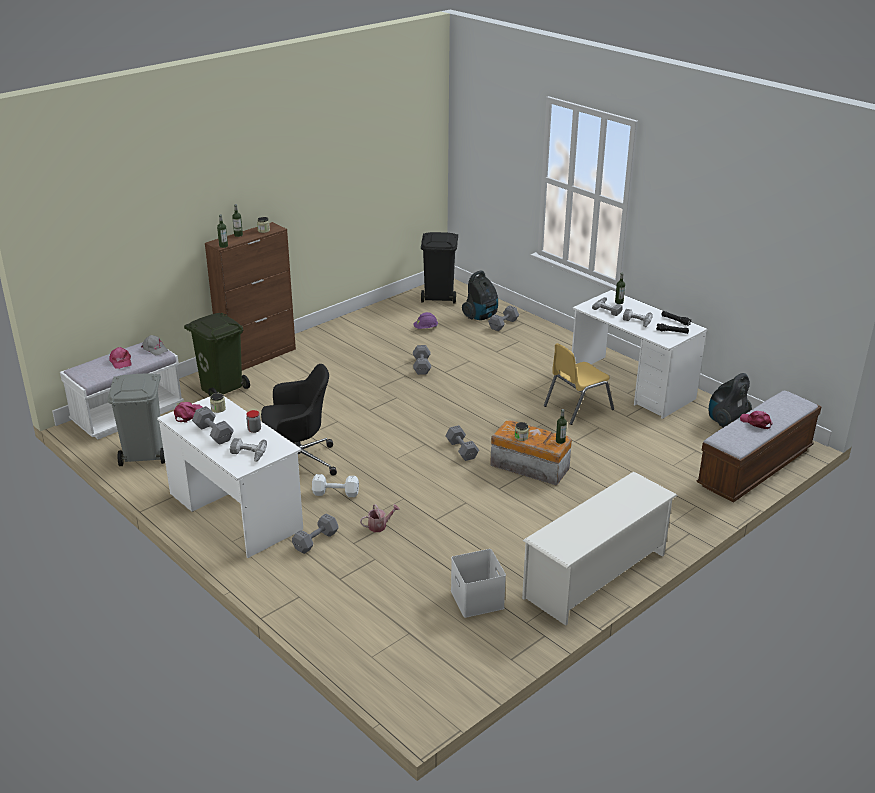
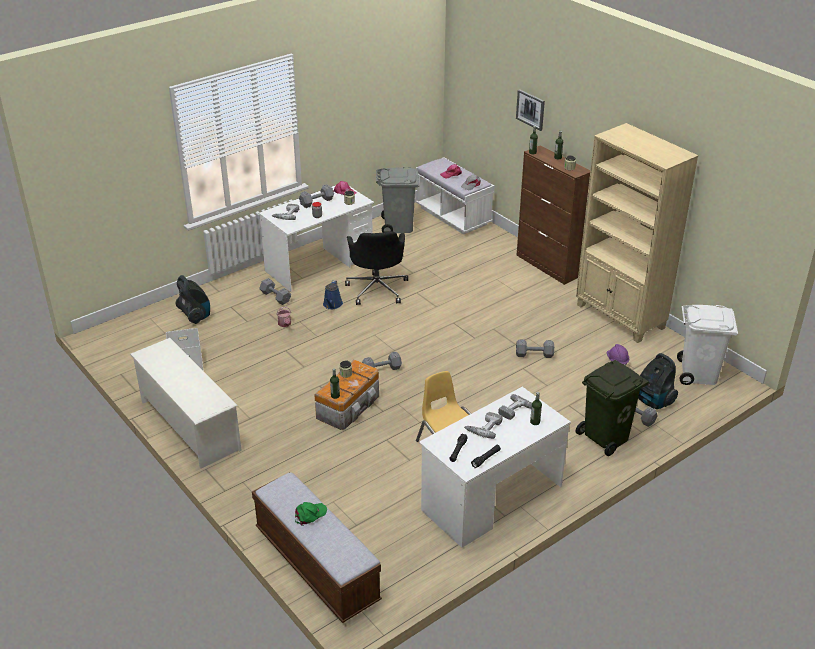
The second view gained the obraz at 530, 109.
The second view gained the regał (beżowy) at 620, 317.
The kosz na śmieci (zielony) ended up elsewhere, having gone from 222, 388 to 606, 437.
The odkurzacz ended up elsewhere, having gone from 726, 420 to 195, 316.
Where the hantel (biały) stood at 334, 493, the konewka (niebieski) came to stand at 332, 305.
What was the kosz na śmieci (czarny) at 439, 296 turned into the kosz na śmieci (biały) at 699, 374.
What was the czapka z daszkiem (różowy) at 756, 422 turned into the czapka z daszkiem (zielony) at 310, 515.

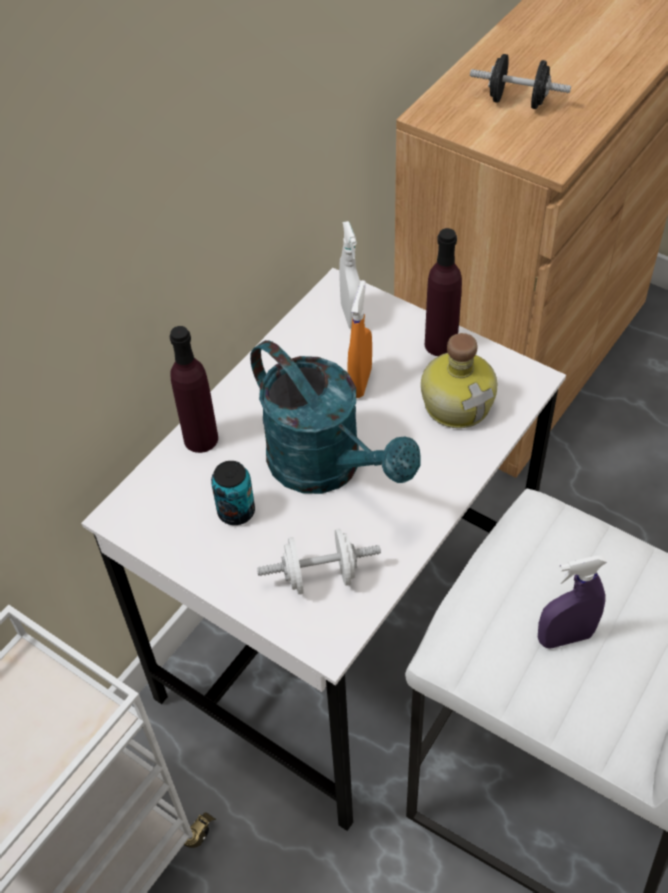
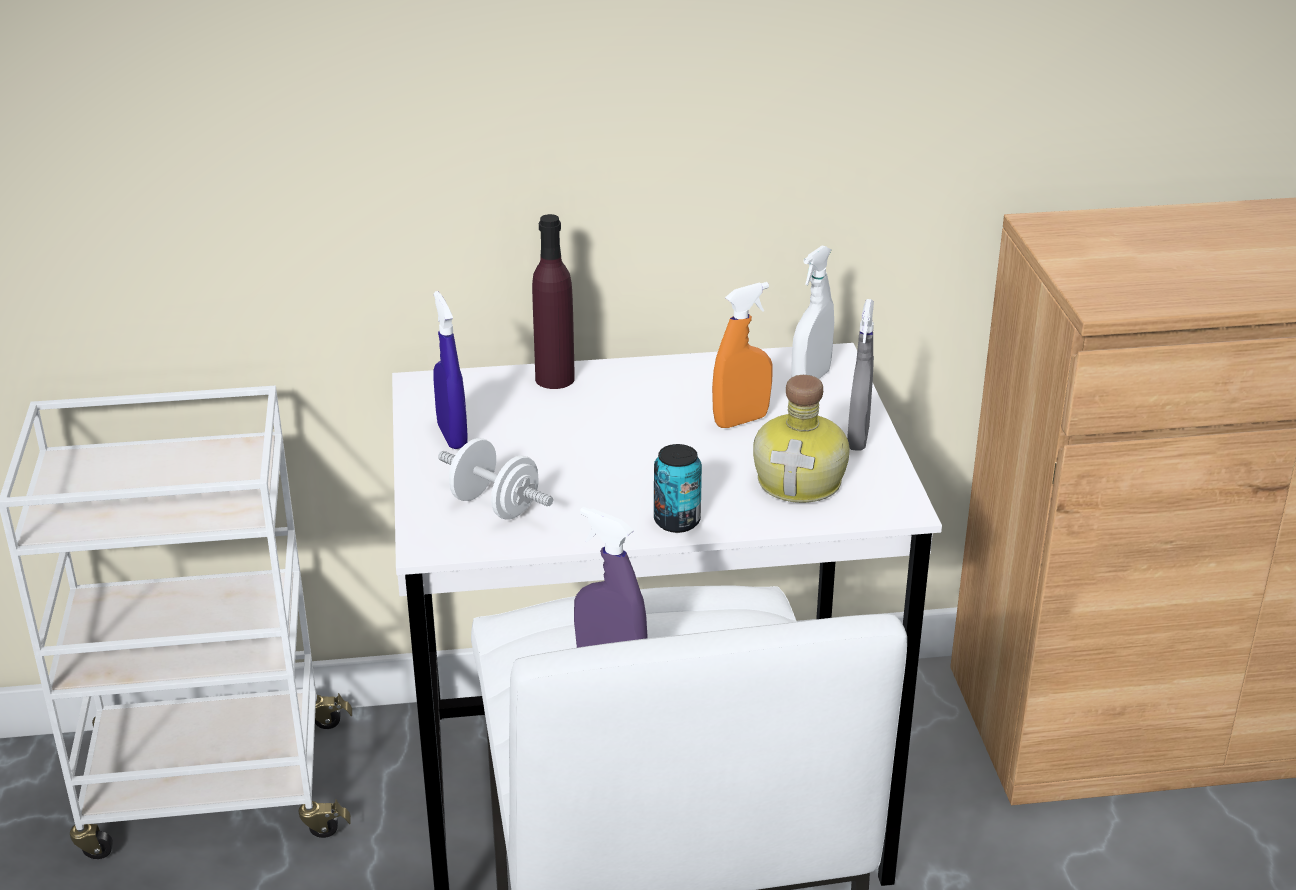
The second view lost the konewka (turkusowy) at 327, 467.
The second view lost the hantel (czarny) at 517, 101.
The second view gained the spryskiwacz (niebieski) at 452, 436.
The puszka ended up elsewhere, having gone from 236, 511 to 677, 521.
Where the butelka (fioletowy) stood at 440, 344, the spryskiwacz (szary) came to stand at 857, 439.

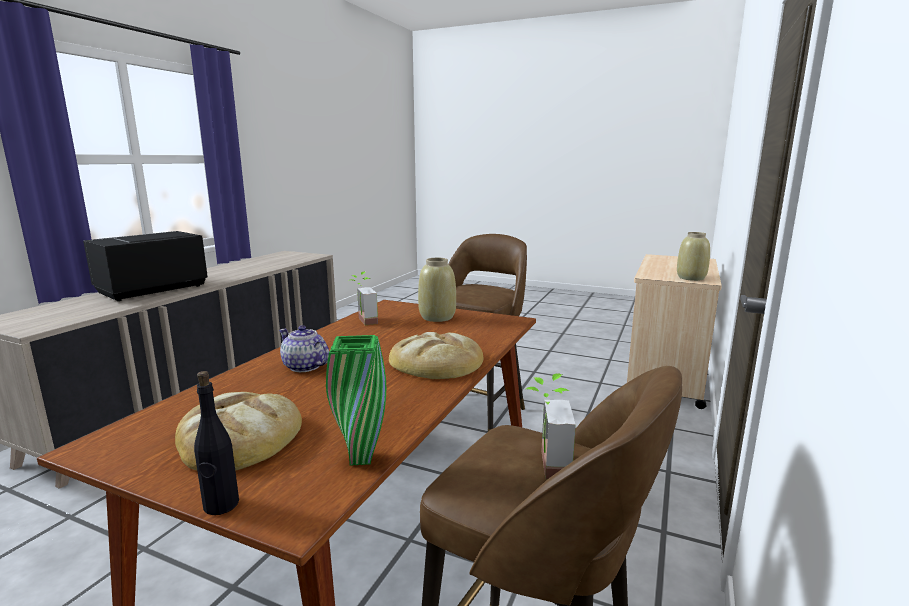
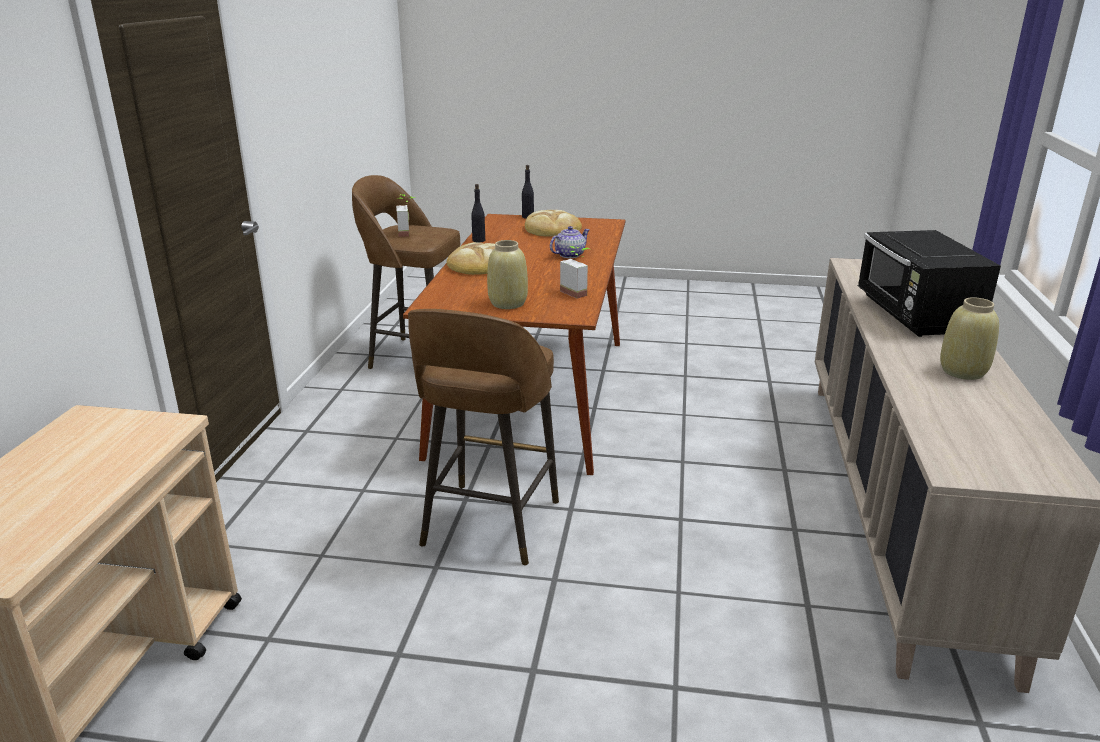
The second view lost the wazon (zielony) at 360, 459.
The second view gained the butelka (czarny) at 479, 240.
The wazon (beżowy) ended up elsewhere, having gone from 691, 278 to 962, 372.
The mikrofalówka (czarny) at 151, 290 ended up facing another way, 150 degrees clockwise from before.
The imbryk at 305, 367 ended up facing another way, 60 degrees counterclockwise from before.

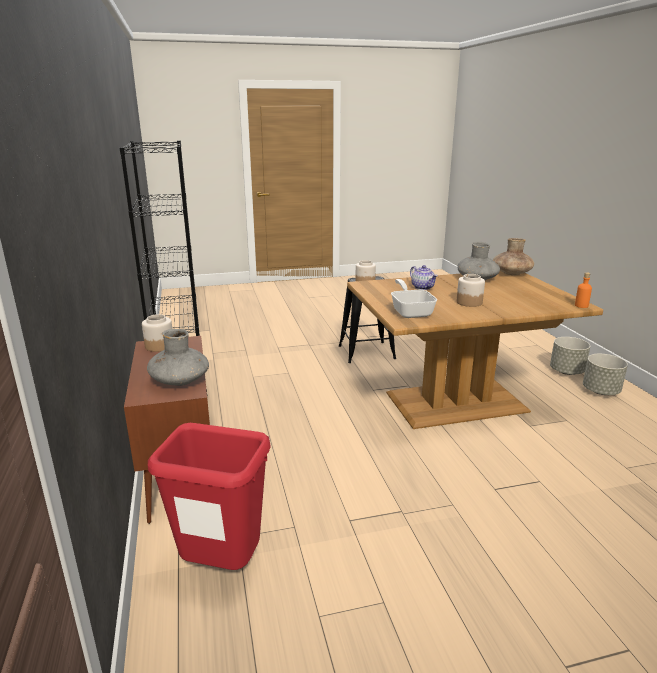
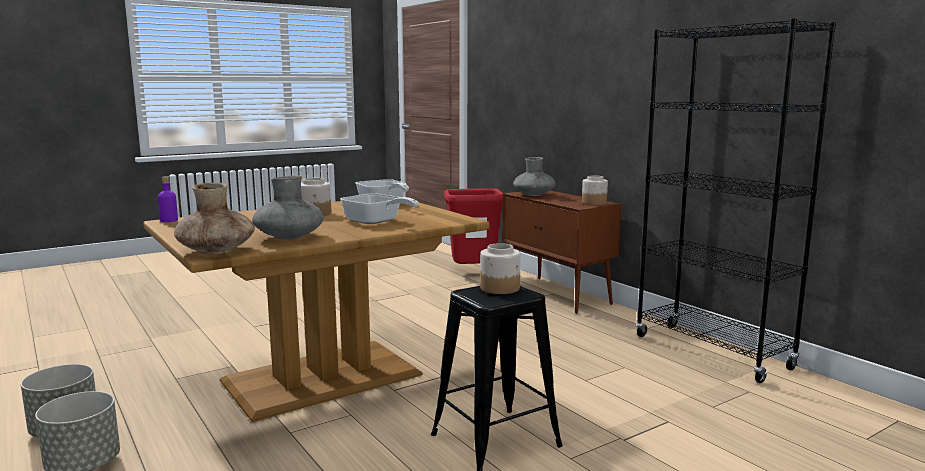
Where the imbryk stood at 423, 287, the patelnia came to stand at 376, 222.
What was the butelka (pomarańczowy) at 581, 306 turned into the butelka (fioletowy) at 169, 220.

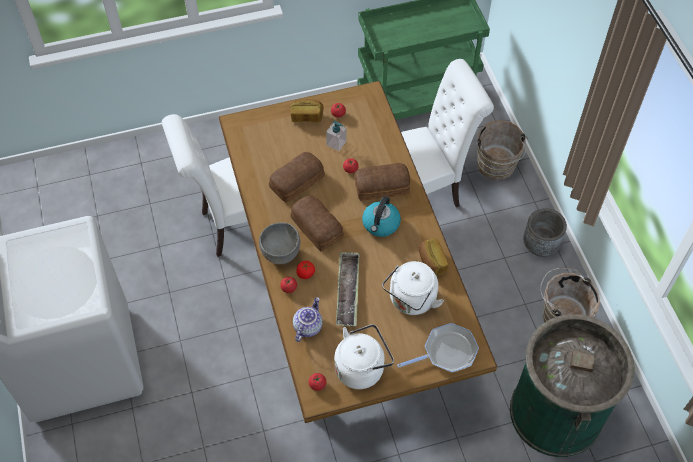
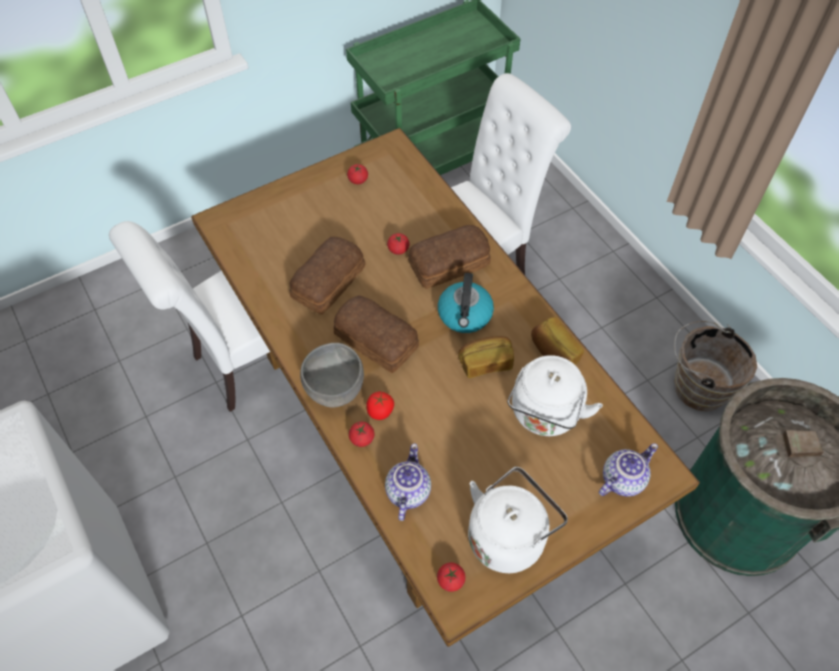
The second view lost the dozownik mydła at 336, 143.
The second view lost the taca at 348, 291.
The second view lost the wiadro (brązowy) at 496, 168.
The second view lost the donica (szary) at 540, 245.
The chleb ended up elsewhere, having gone from 306, 116 to 485, 363.
Where the patelnia stood at 447, 352, the imbryk came to stand at 622, 478.

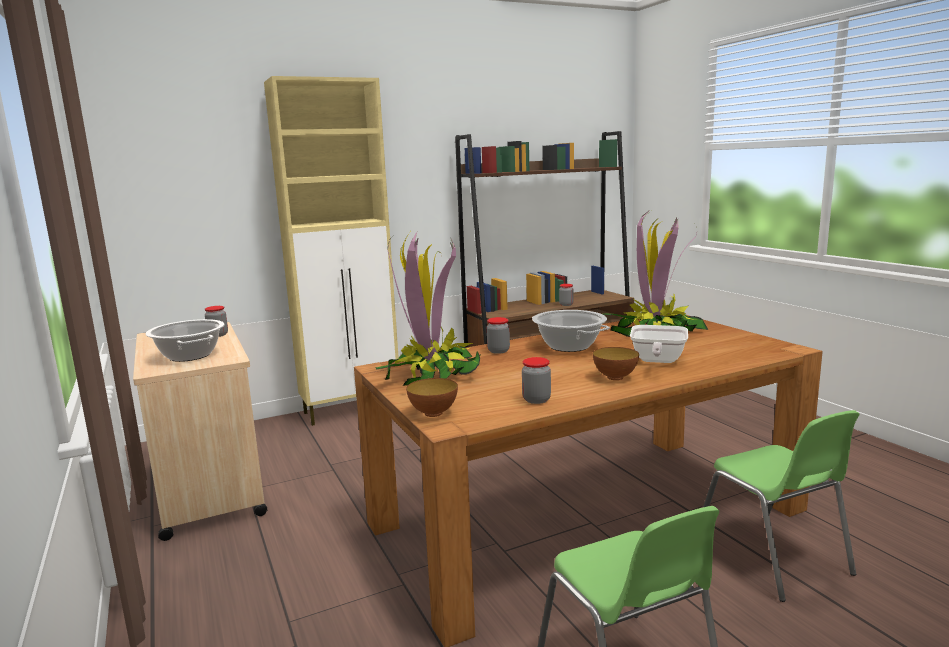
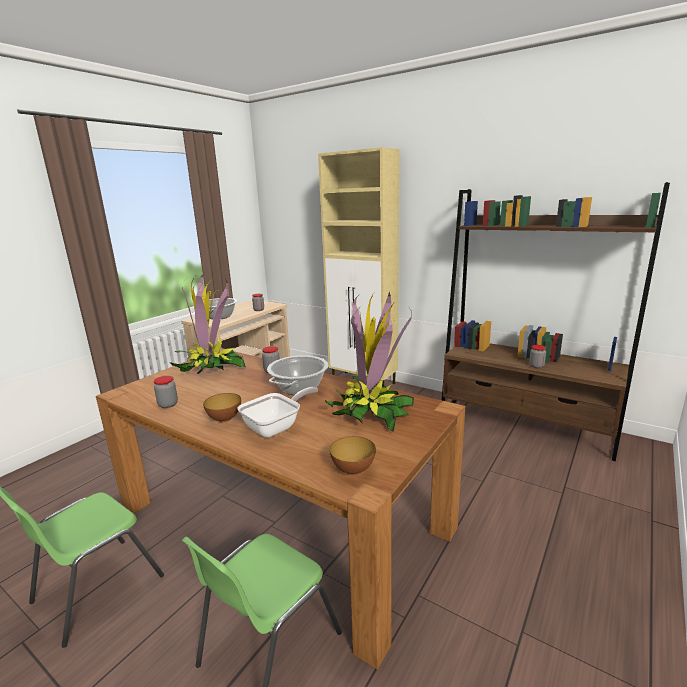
The miska ended up elsewhere, having gone from 433, 413 to 353, 470.
The patelnia at 657, 361 ended up facing another way, 150 degrees clockwise from before.

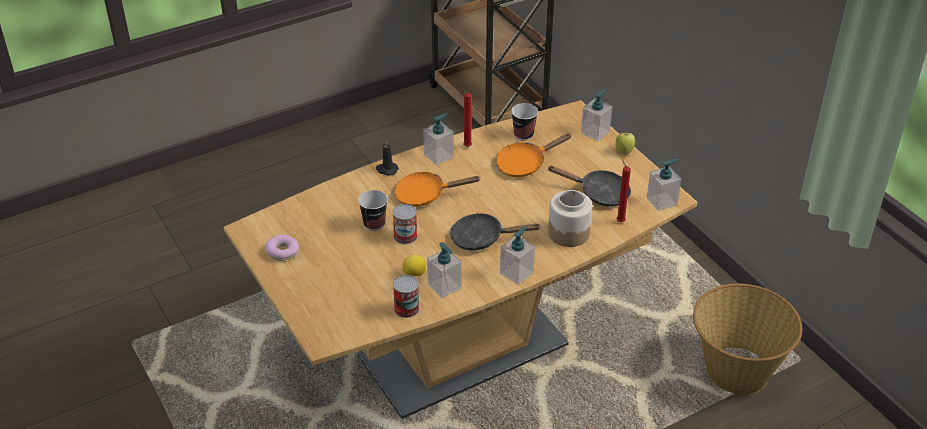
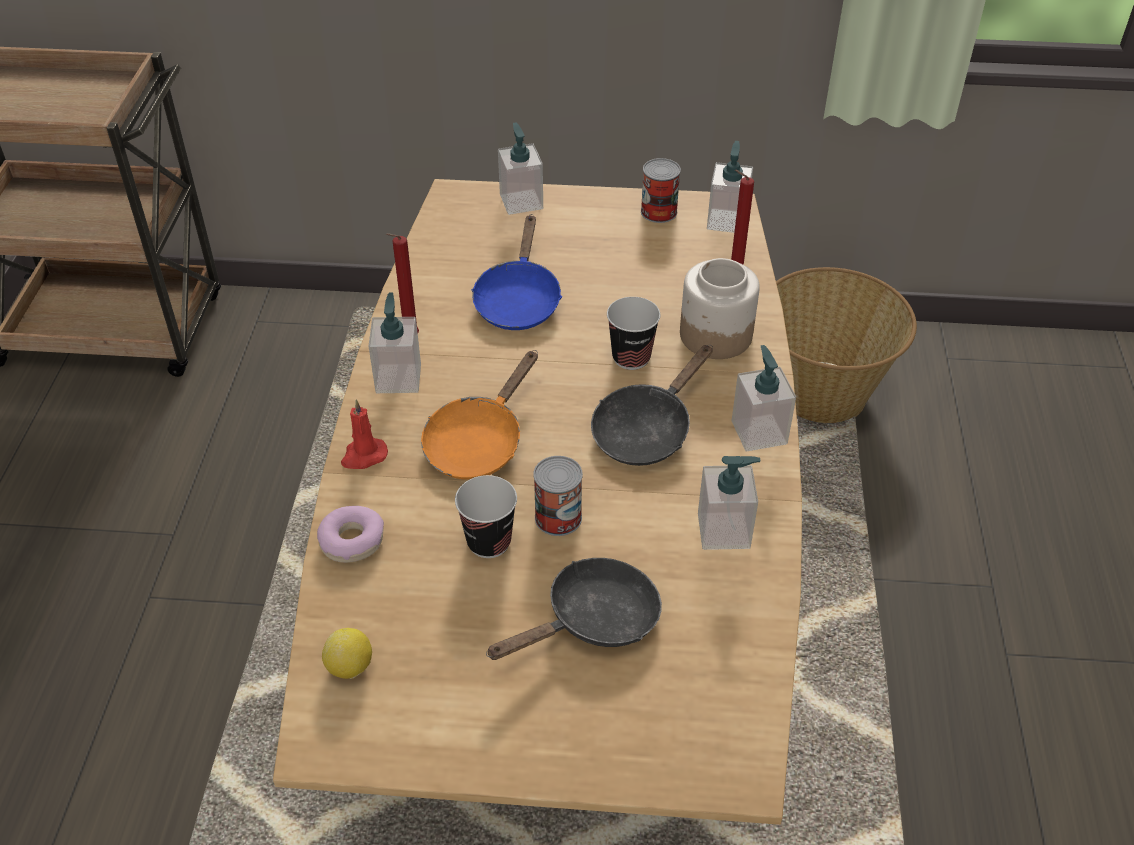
The second view lost the jabłko at 624, 151.
The donut ended up elsewhere, having gone from 282, 252 to 352, 541.
The puszka ended up elsewhere, having gone from 406, 309 to 658, 212.
The cytryna ended up elsewhere, having gone from 414, 274 to 350, 667.
The filiżanka ended up elsewhere, having gone from 523, 135 to 631, 357.
The patelnia (czarny) ended up elsewhere, having gone from 599, 193 to 593, 620.
What was the świeca (czarny) at 386, 169 turned into the świeca (czerwony) at 363, 456.
What was the patelnia (pomarańczowy) at 524, 164 turned into the patelnia (niebieski) at 518, 300.

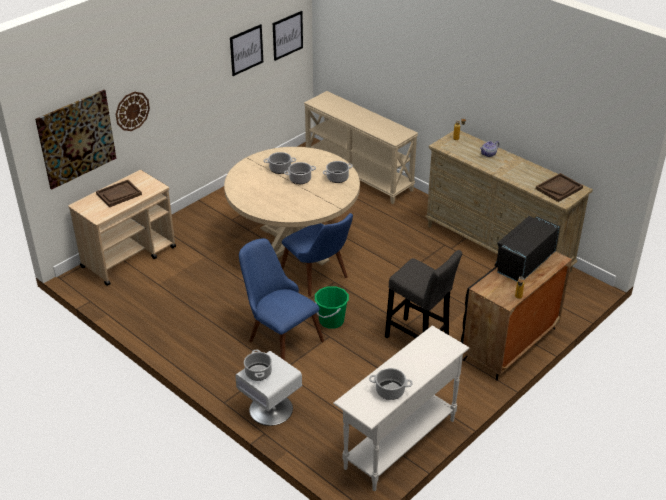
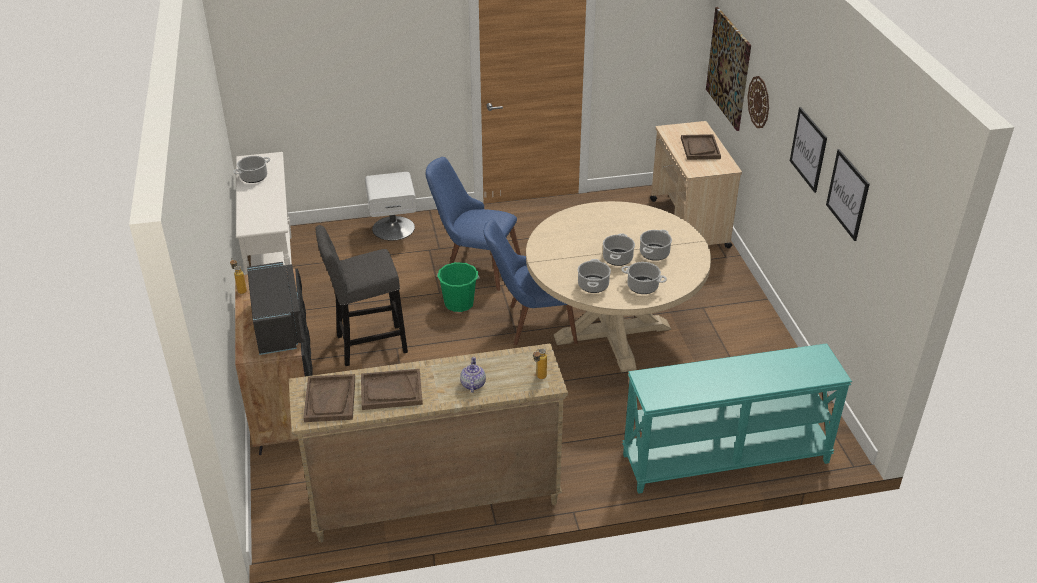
The second view gained the taca (brązowy) at 391, 391.
The garnek ended up elsewhere, having gone from 258, 372 to 643, 286.
The obraz ended up elsewhere, having gone from 287, 35 to 808, 149.
What was the stolik konsolowy (beżowy) at 359, 174 turned into the stolik konsolowy (turkusowy) at 725, 459.
The krzesło (niebieski) at 279, 337 ended up facing another way, 150 degrees counterclockwise from before.

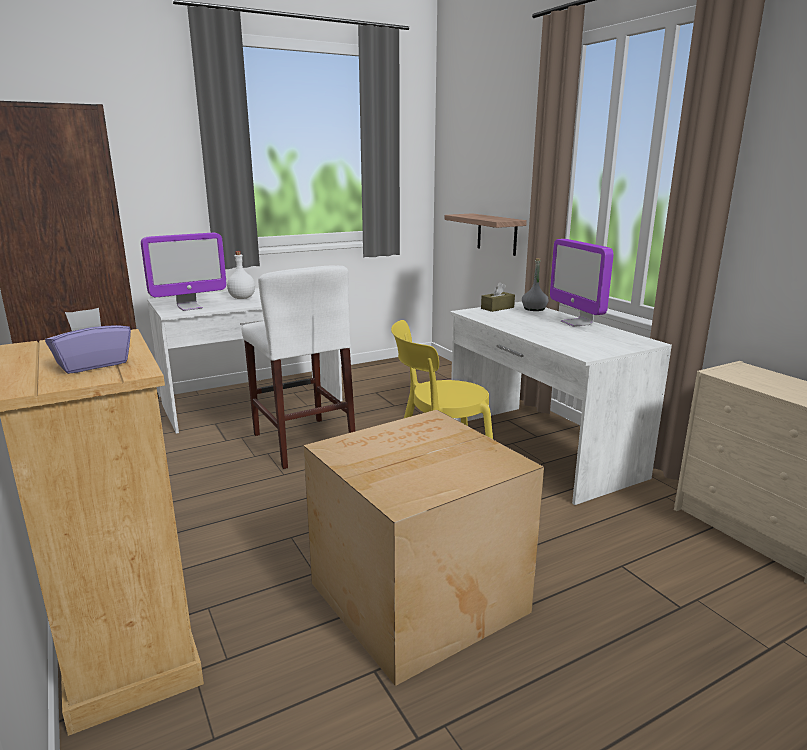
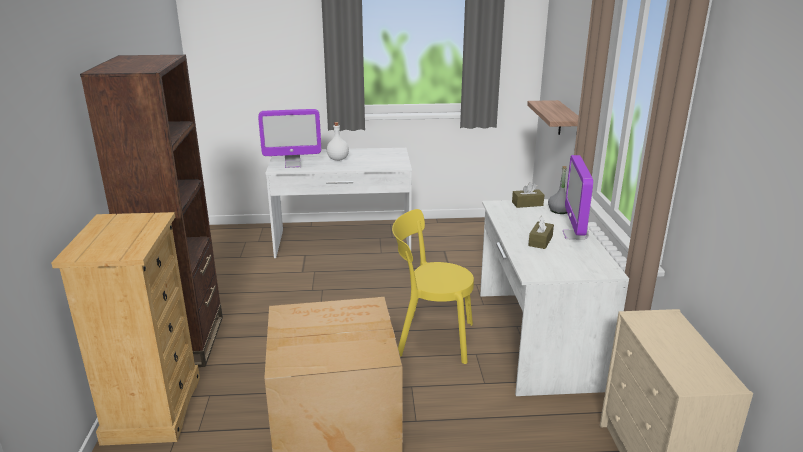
The second view lost the pudełko chusteczek (fioletowy) at 93, 364.
The second view lost the stołek (biały) at 303, 442.
The second view gained the pudełko chusteczek (brązowy) at 540, 241.

